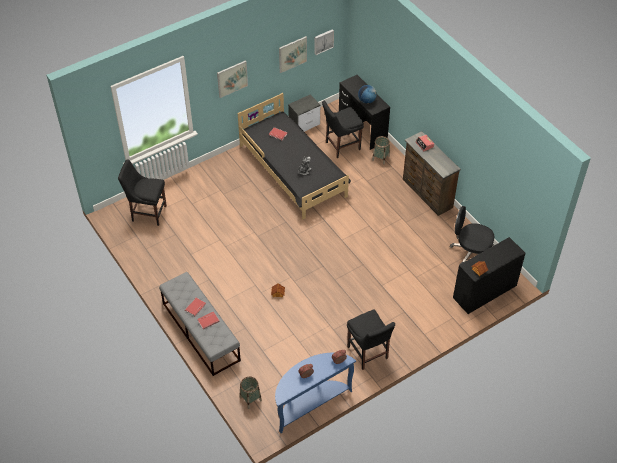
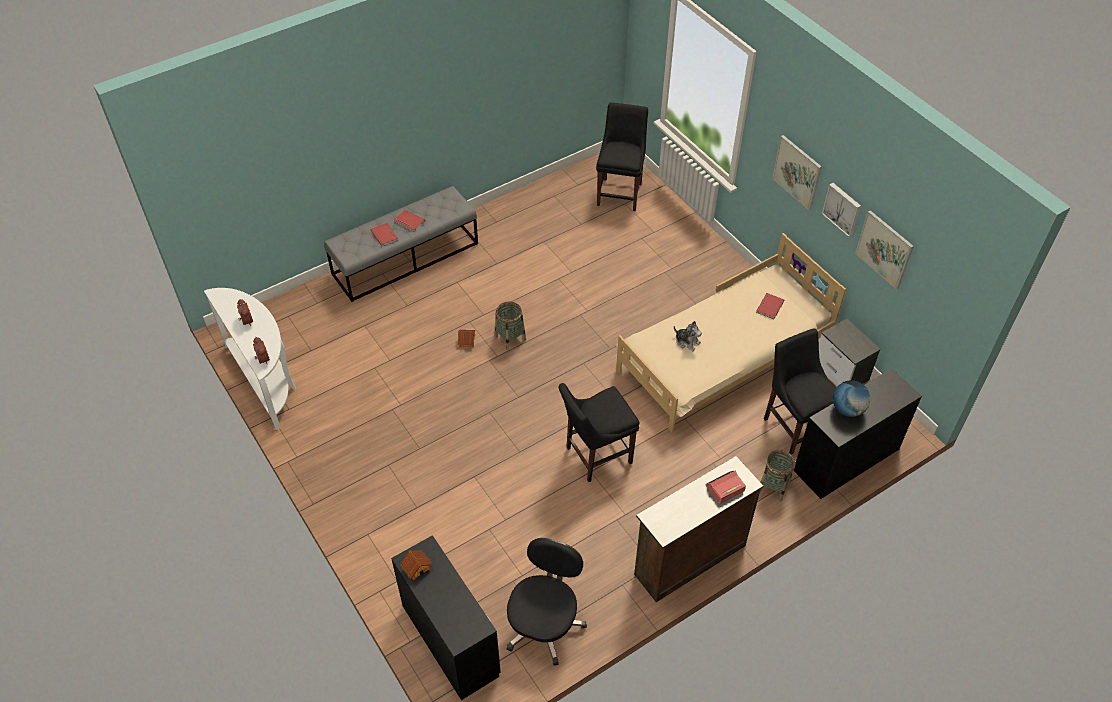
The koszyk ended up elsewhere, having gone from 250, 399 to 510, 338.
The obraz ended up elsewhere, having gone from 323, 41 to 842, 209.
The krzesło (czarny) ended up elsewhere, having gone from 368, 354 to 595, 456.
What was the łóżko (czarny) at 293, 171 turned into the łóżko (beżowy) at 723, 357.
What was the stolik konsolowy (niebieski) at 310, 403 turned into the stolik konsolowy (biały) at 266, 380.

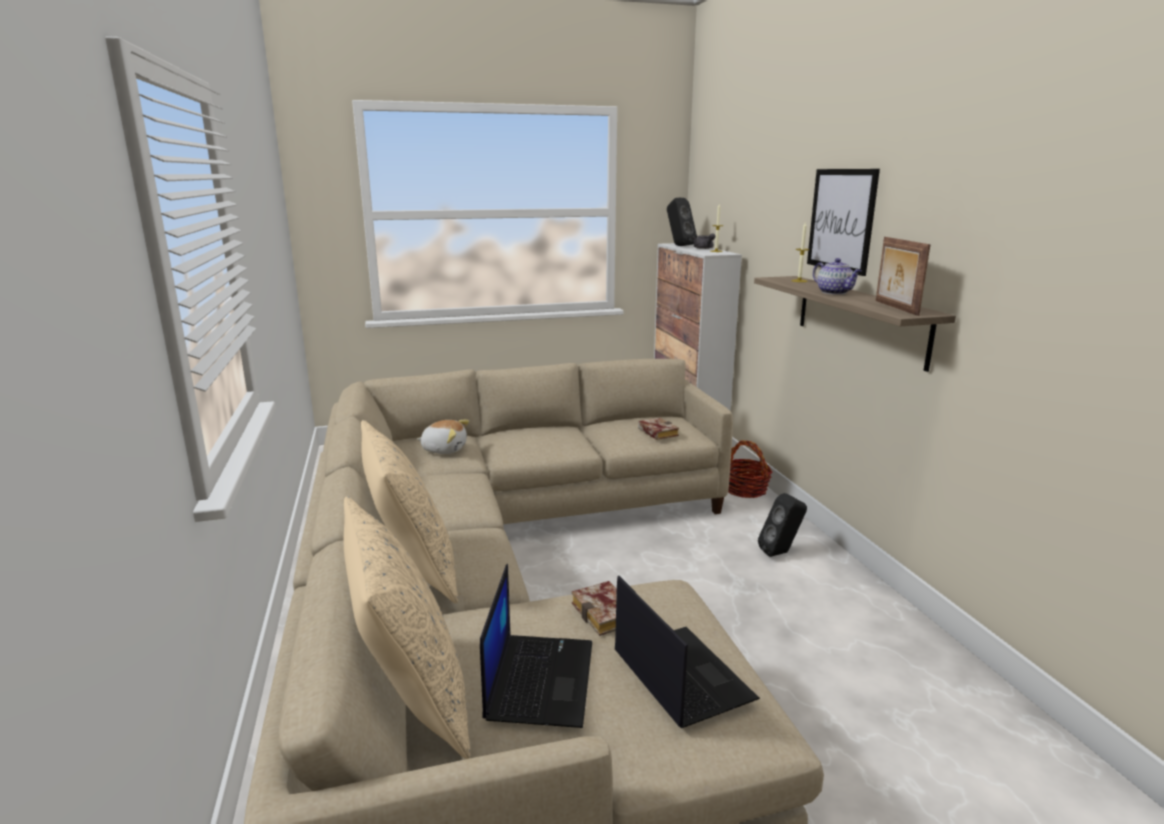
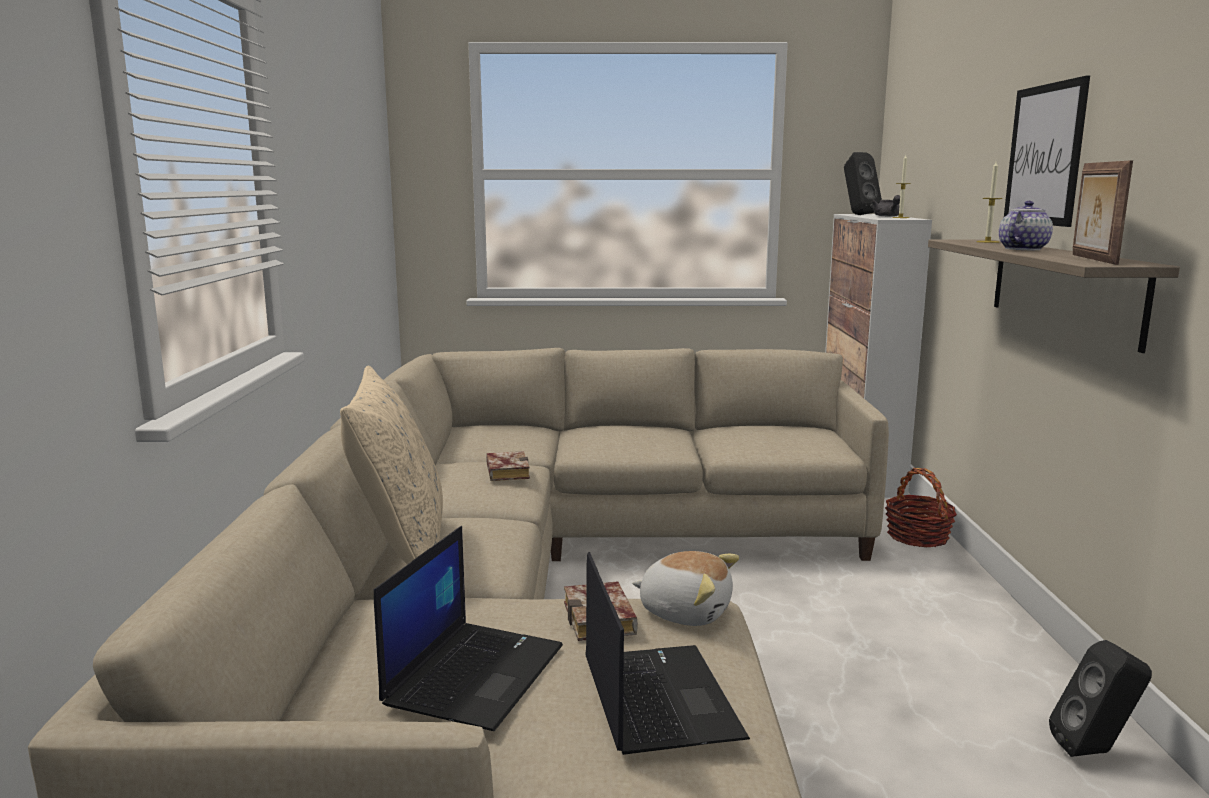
The second view lost the poduszka (beżowy) at 411, 698.
The pluszak ended up elsewhere, having gone from 444, 449 to 685, 611.
The książka ended up elsewhere, having gone from 656, 432 to 505, 471.
The głośnik (czarny) ended up elsewhere, having gone from 781, 553 to 1095, 752.
The imbryk at 835, 292 ended up facing another way, 120 degrees counterclockwise from before.

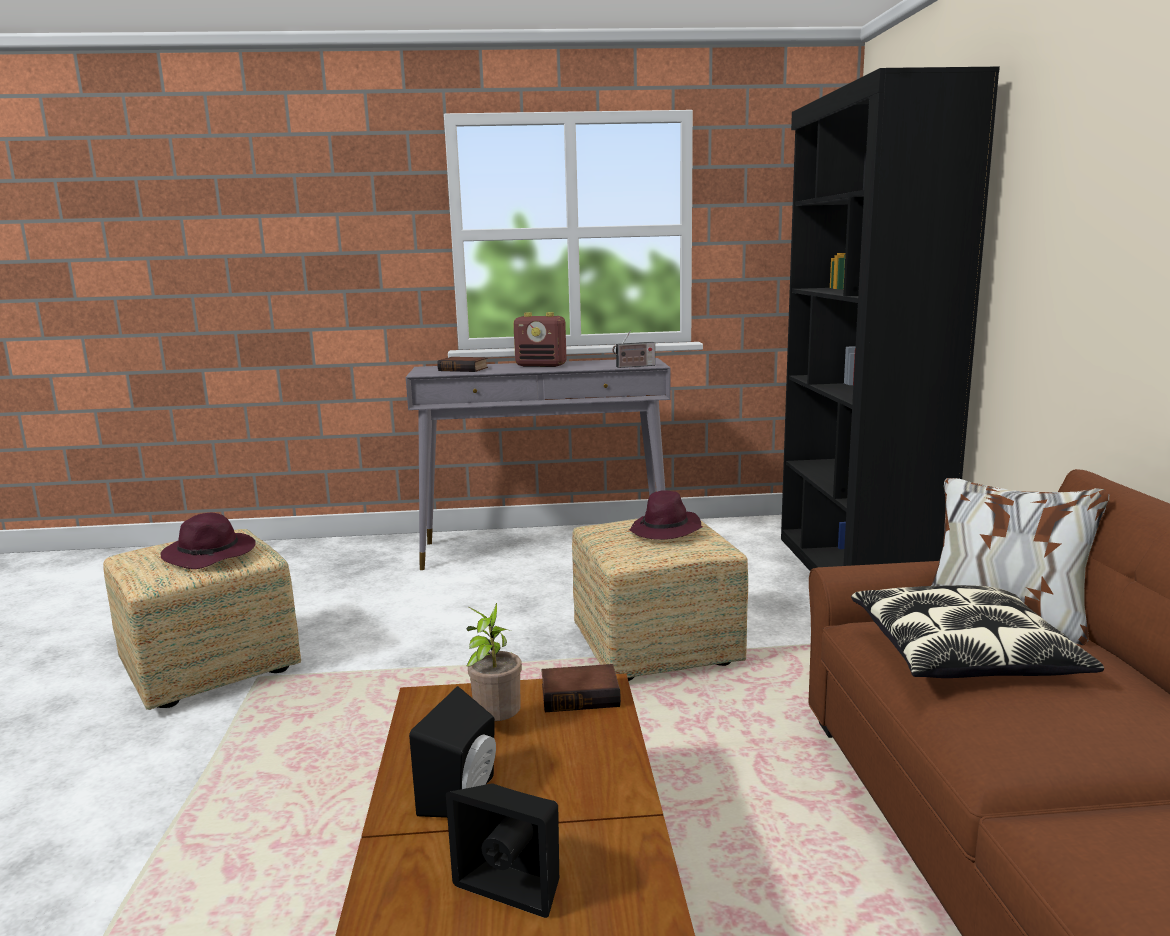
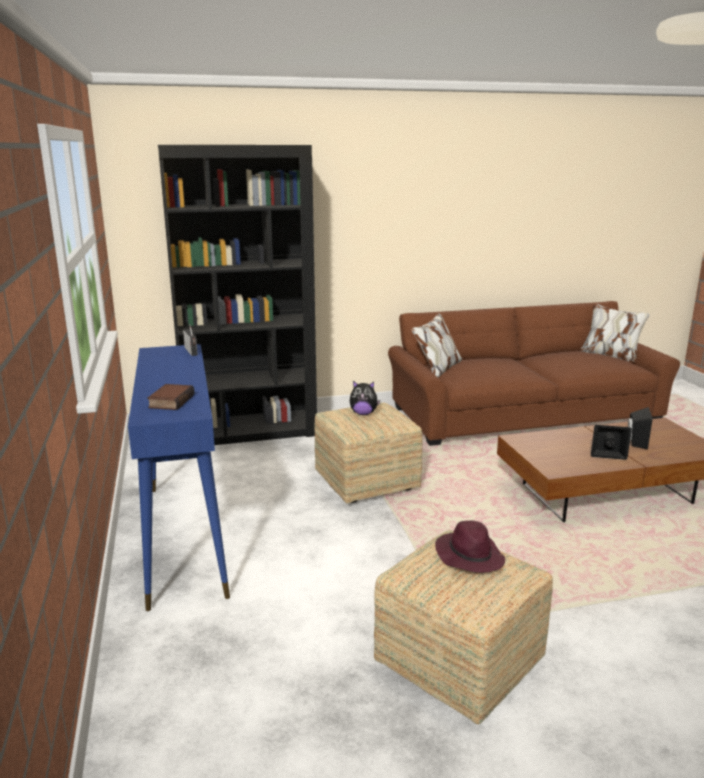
The second view lost the roślina doniczkowa at 496, 725.
The second view lost the radio at 541, 365.
The second view lost the książka at 581, 694.
The second view lost the poduszka at 963, 654.
Where the kapelusz (fioletowy) stood at 666, 531, the pluszak came to stand at 363, 413.
What was the stolik konsolowy (szary) at 546, 549 turned into the stolik konsolowy (niebieski) at 185, 536.

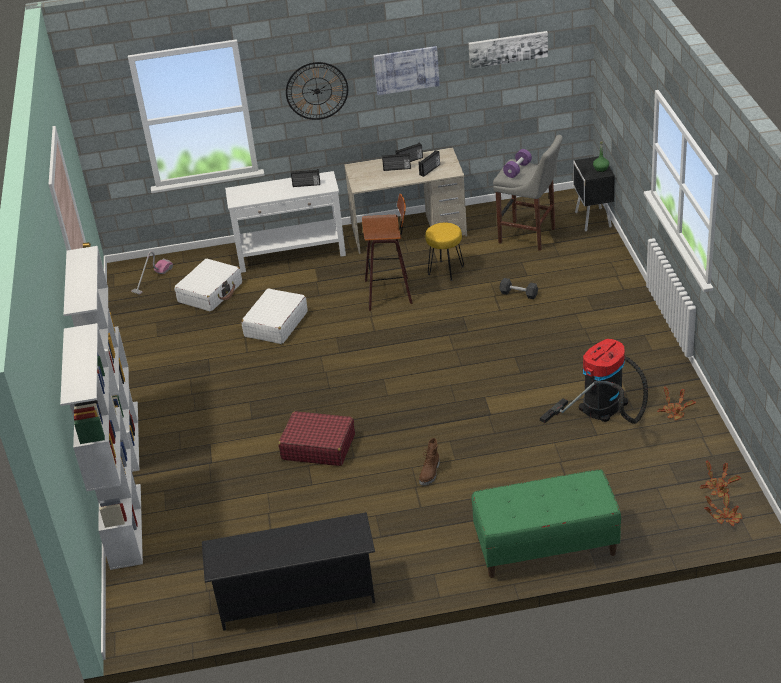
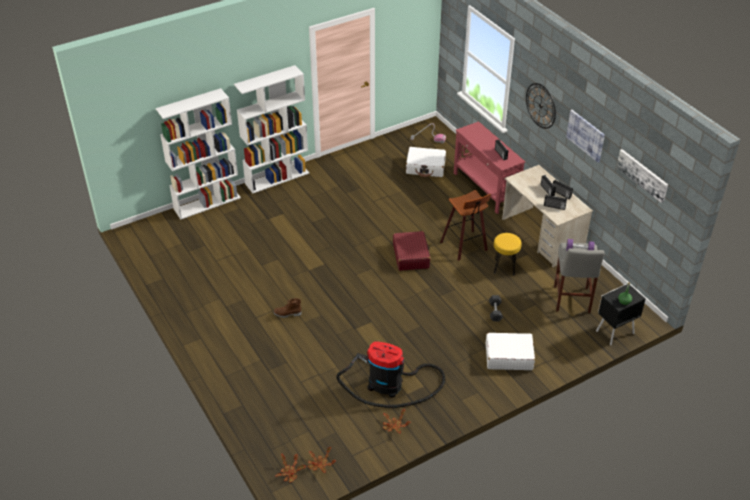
The second view lost the regał na buty (czarny) at 296, 597.
The second view lost the ławka (zielony) at 545, 547.
The walizka (biały) ended up elsewhere, having gone from 275, 324 to 508, 356.
The walizka (czerwony) ended up elsewhere, having gone from 318, 447 to 411, 256.
What was the stolik konsolowy (biały) at 292, 254 turned into the stolik konsolowy (czerwony) at 485, 189.

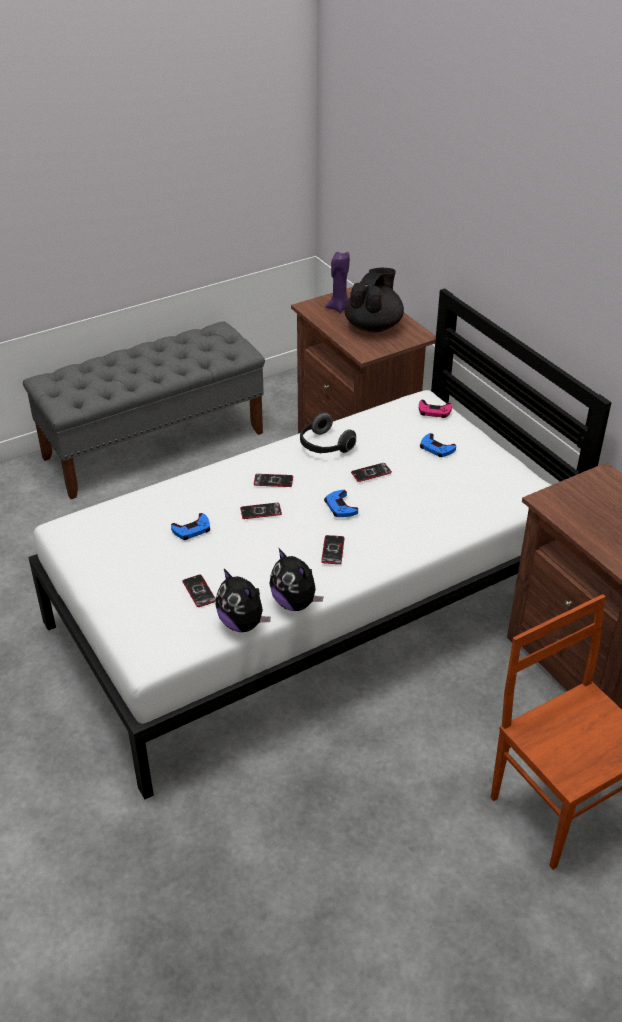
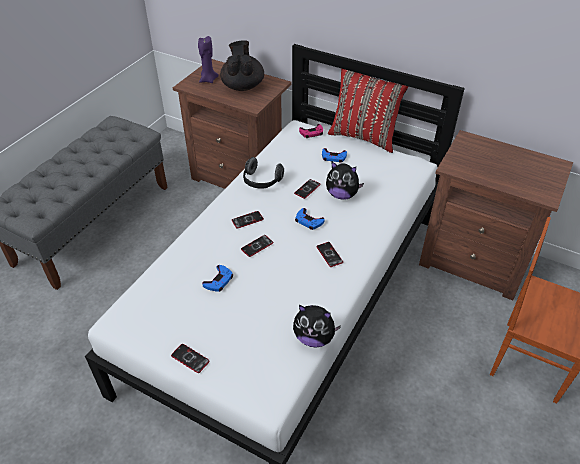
The second view gained the poduszka (czerwony) at 364, 136.
The telefon ended up elsewhere, having gone from 199, 591 to 190, 358.
The pluszak ended up elsewhere, having gone from 295, 603 to 342, 195.

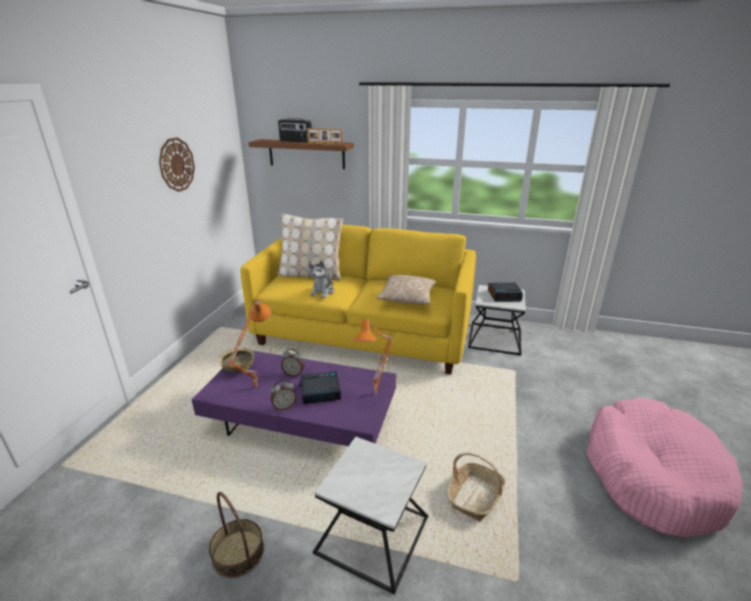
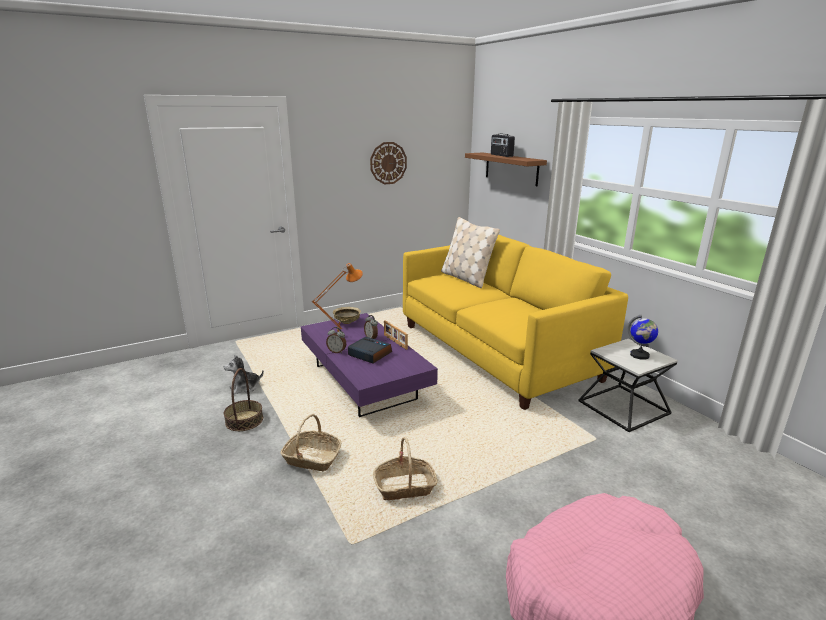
The second view lost the lampa stołowa (pomarańczowy) at 377, 394.
The second view lost the poduszka at 407, 299.
The ramka na zdjęcie ended up elsewhere, having gone from 325, 143 to 395, 342.
The pluszak ended up elsewhere, having gone from 323, 292 to 245, 388.
Where the stolik stood at 372, 535, the koszyk came to stand at 312, 458.
Where the budzik stood at 504, 295, the globus came to stand at 639, 355.

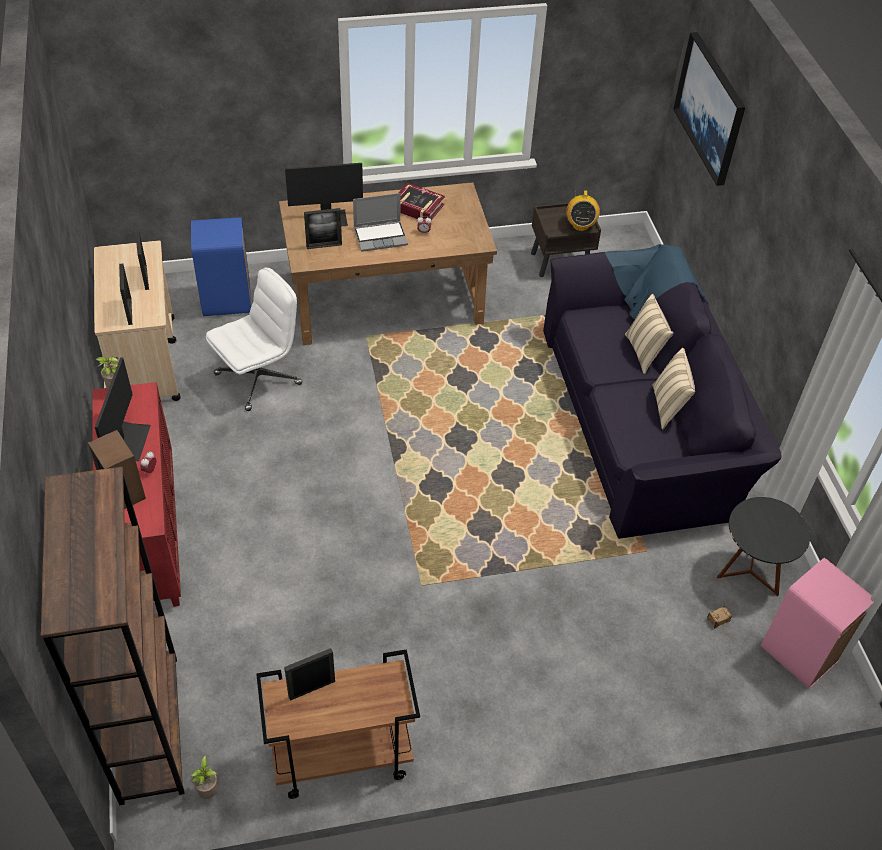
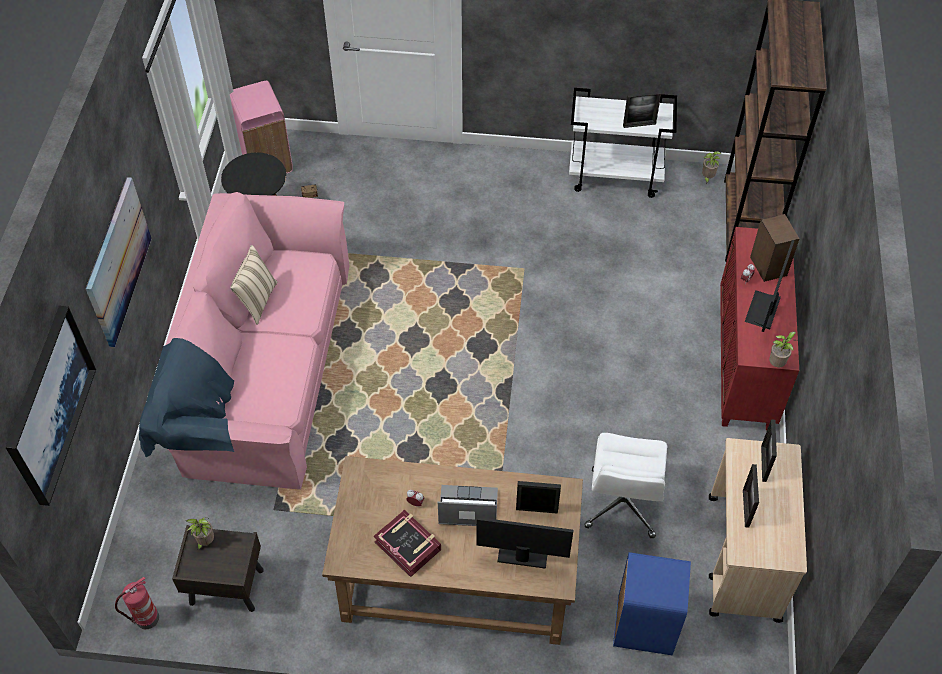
The second view lost the poduszka (beżowy) at 644, 352.
The second view gained the obraz at 117, 261.
The second view gained the gaśnica at 146, 619.
Where the radio stood at 580, 225, the roślina doniczkowa came to stand at 205, 542.
What was the wózek (brązowy) at 340, 757 turned into the wózek (biały) at 616, 176.
What was the kanapa (czarny) at 642, 417 turned into the kanapa (różowy) at 260, 366.
The krzesło biurowe (biały) at 259, 378 ended up facing another way, 60 degrees counterclockwise from before.

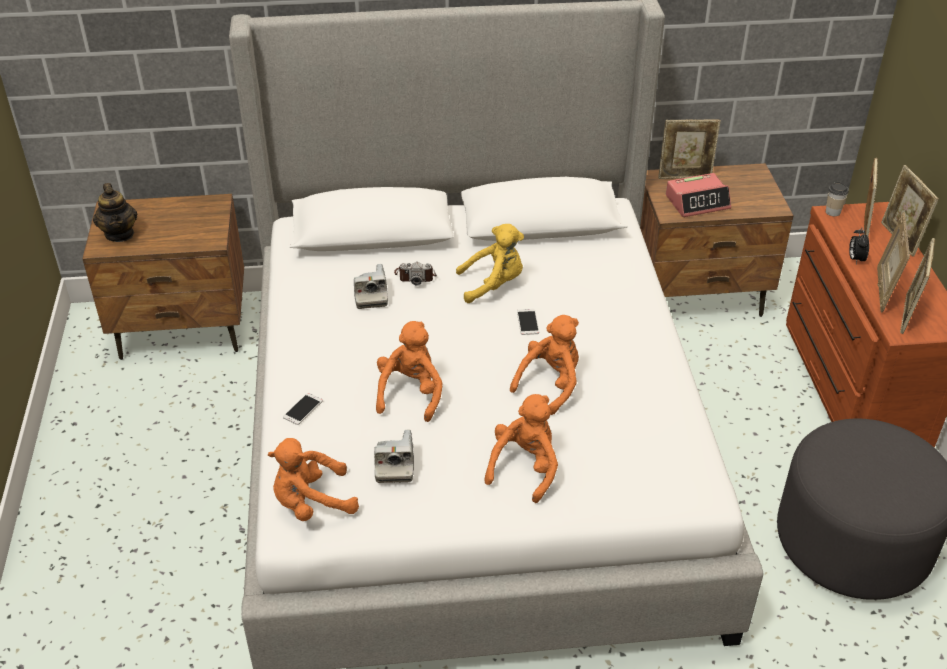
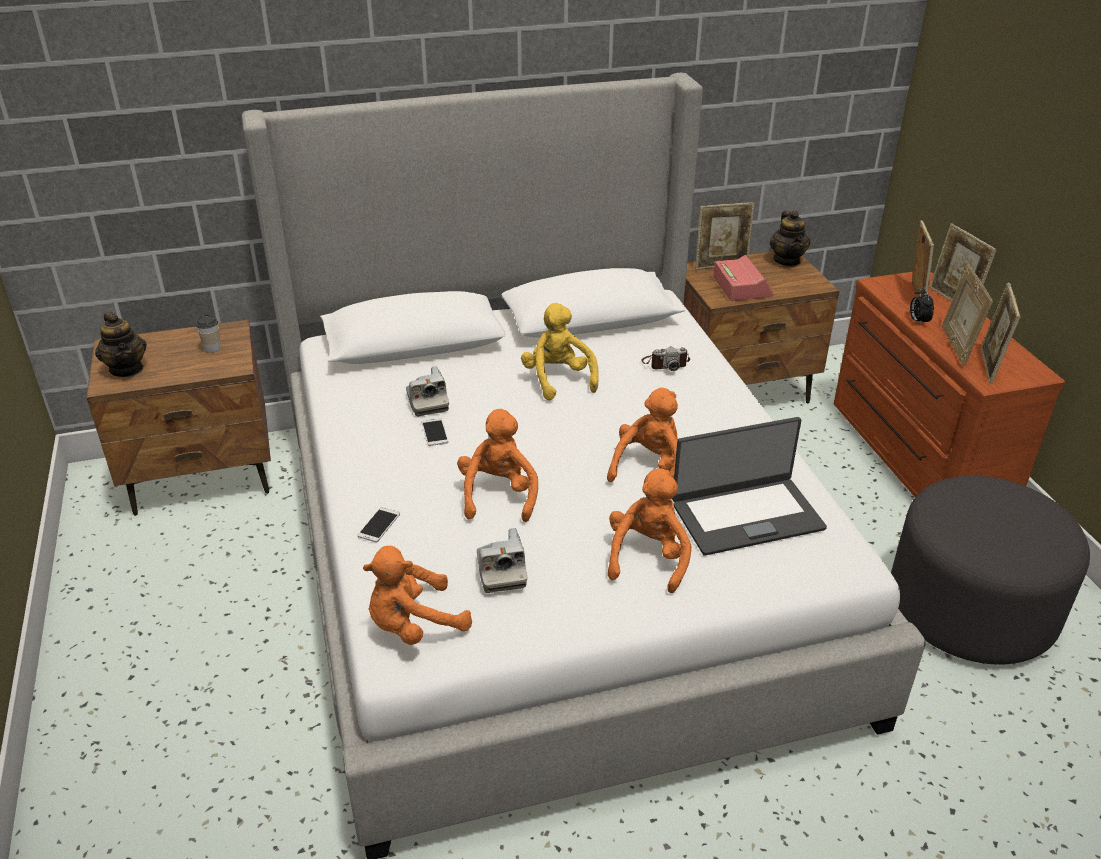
The second view gained the laptop at 746, 515.
The second view gained the imbryk at 787, 260.
The aparat fotograficzny ended up elsewhere, having gone from 415, 276 to 665, 363.
The telefon ended up elsewhere, having gone from 527, 322 to 434, 432.
The filiżanka ended up elsewhere, having gone from 833, 212 to 212, 348.
The pluszak (żółty) at 493, 284 ended up facing another way, 90 degrees counterclockwise from before.
The budzik at 697, 202 ended up facing another way, 75 degrees counterclockwise from before.

